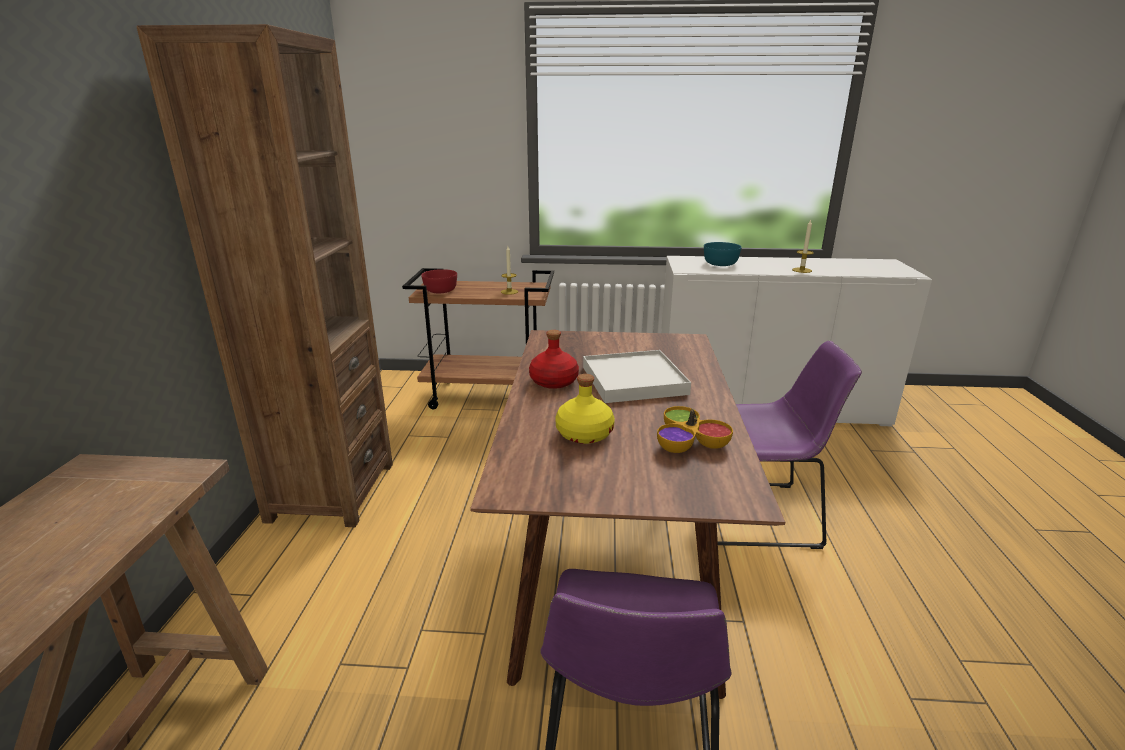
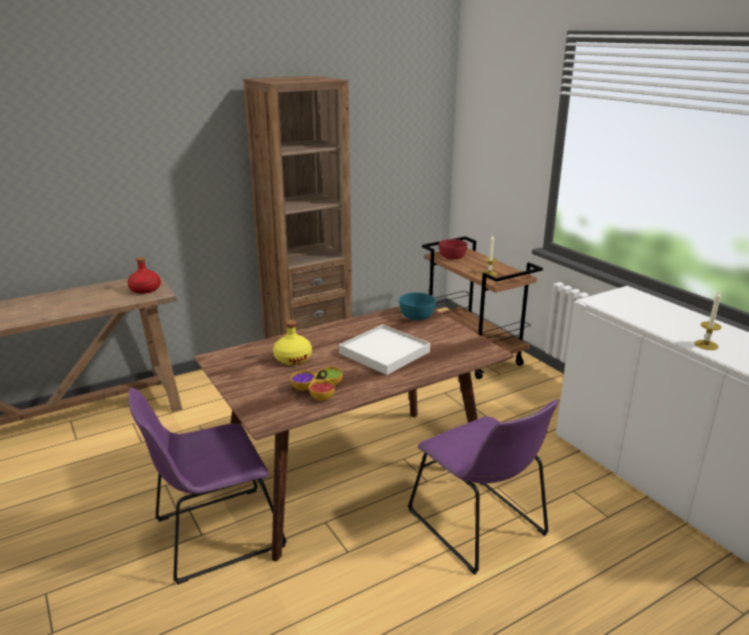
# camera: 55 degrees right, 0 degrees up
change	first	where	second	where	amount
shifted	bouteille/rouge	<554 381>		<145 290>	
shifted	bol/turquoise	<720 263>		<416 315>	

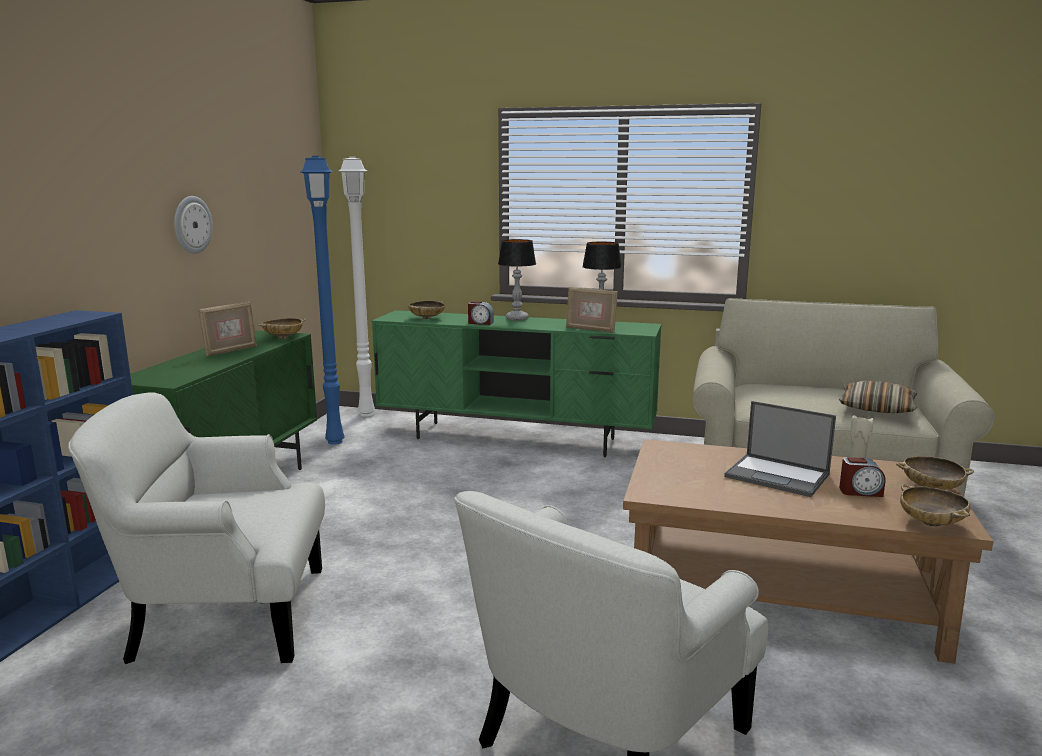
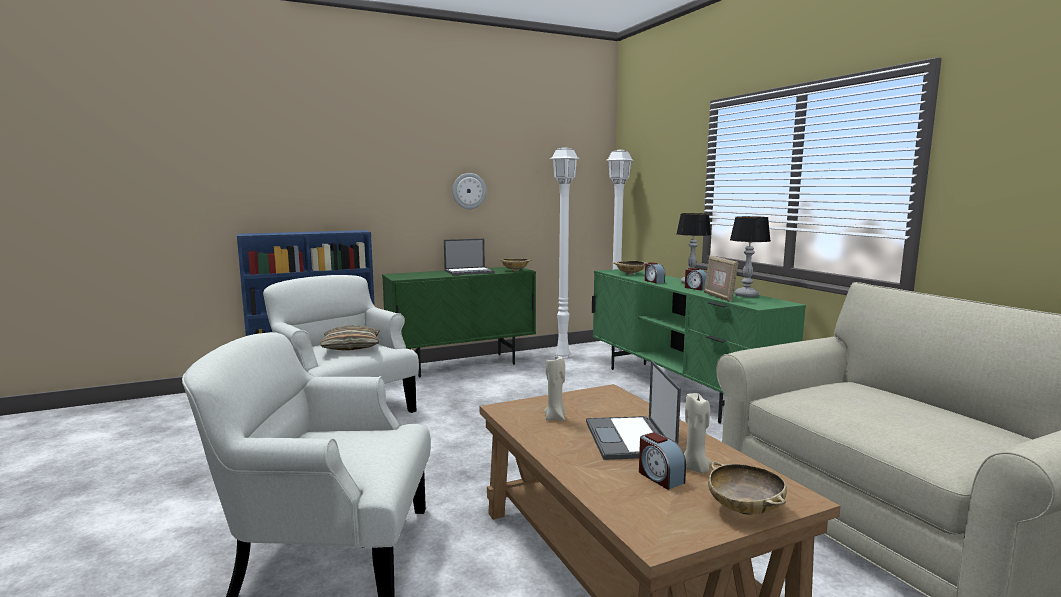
# camera: 50 degrees right, 5 degrees down
change	first	where	second	where	amount
gone	bol/beige	<931 523>			
new			bougie/beige	<555 418>	
new			réveil	<695 288>	
shifted	coussin	<876 408>		<351 347>	
swapped	cadre photo	<230 351>	ordinateur portable	<469 272>	
repainted	lampadaire/bleu	<336 441>	lampadaire/blanc	<564 357>	

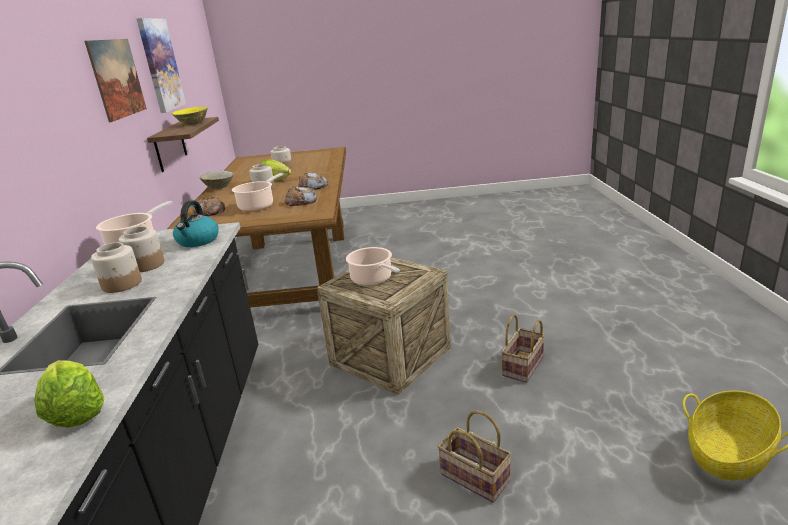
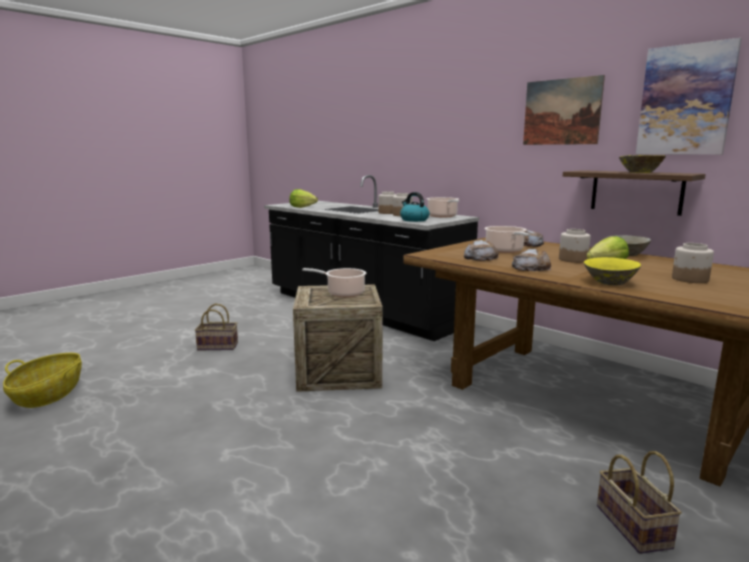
# camera: 135 degrees right, 10 degrees down
change	first	where	second	where	amount
new			bol/jaune	<609 283>	
shifted	panier	<523 367>		<630 525>	

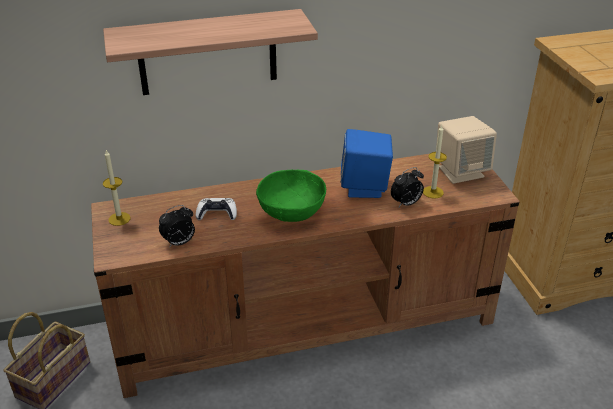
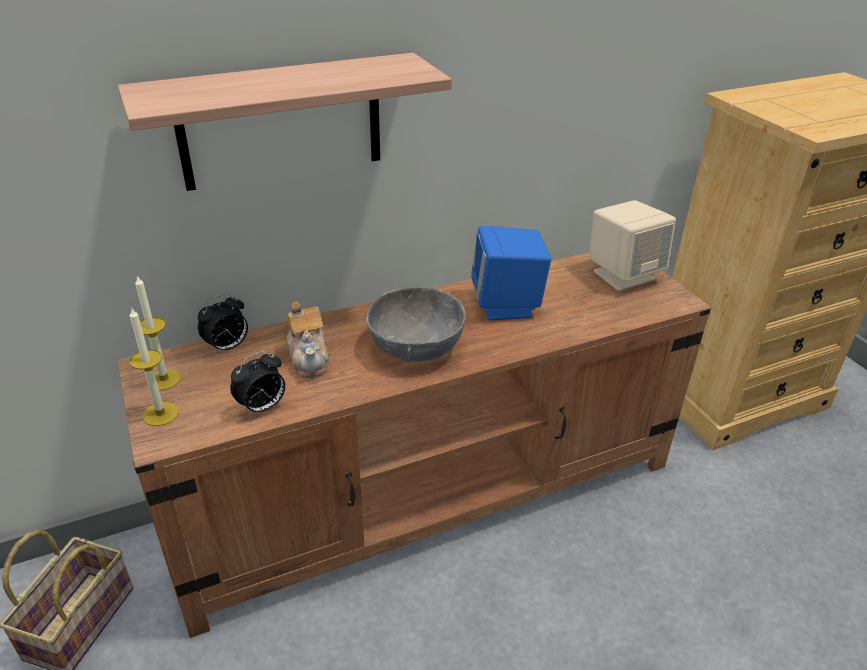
# camera: 10 degrees left, 0 degrees up
change	first	where	second	where	amount
shifted	réveil	<406 204>		<227 347>	
shifted	bougie	<433 192>		<160 414>	
swapped	manette/blanc	<217 213>	théière	<309 358>	
repainted	bol/vert	<292 211>	bol/gris	<416 346>	

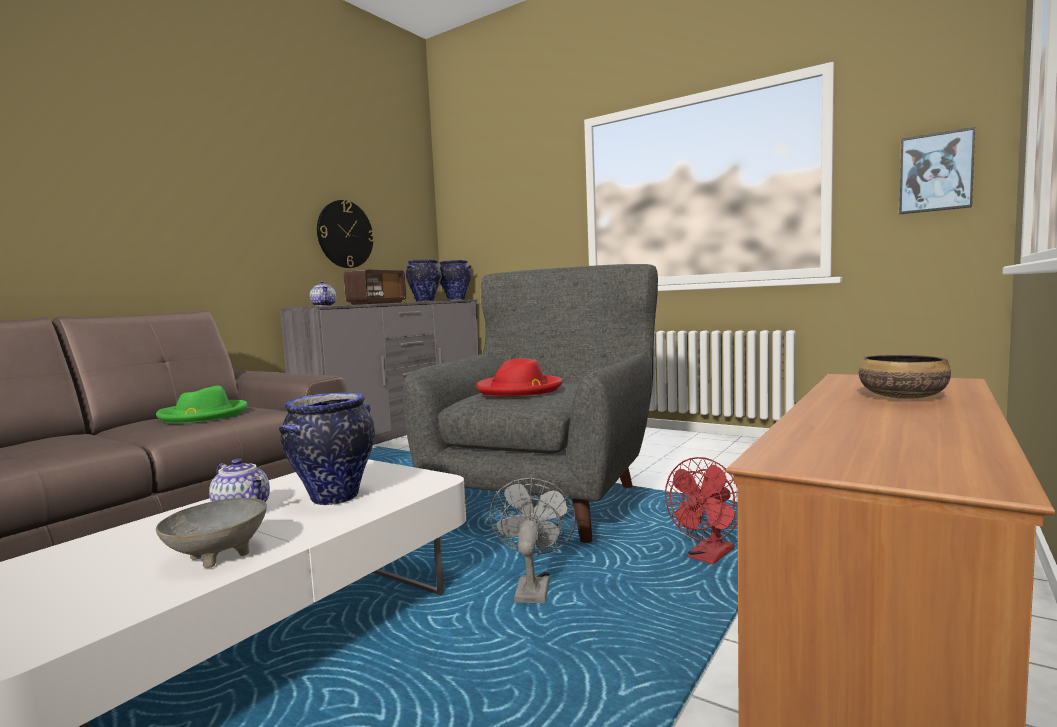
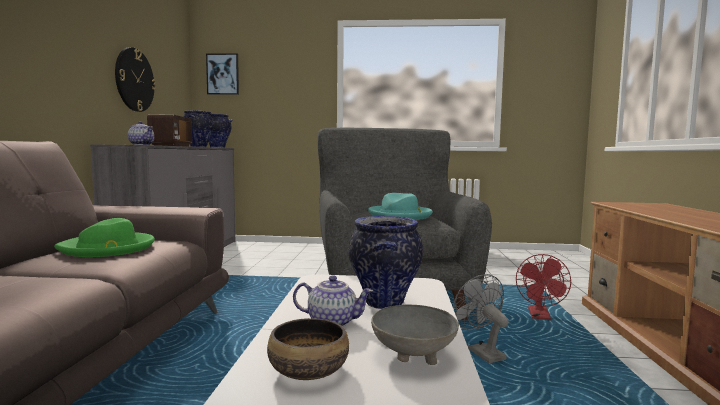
# camera: 30 degrees left, 0 degrees up
change	first	where	second	where	amount
shifted	bol	<901 397>		<307 371>	
shifted	tableau	<935 172>		<223 74>	
repainted	chapeau/rouge	<519 389>	chapeau/turquoise	<400 215>	

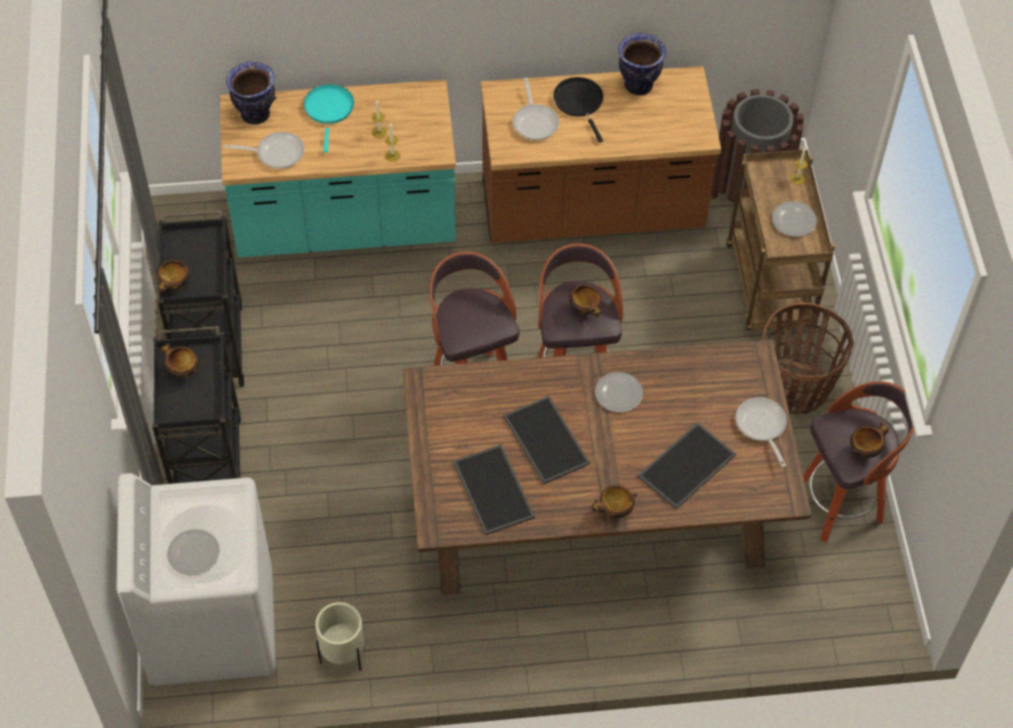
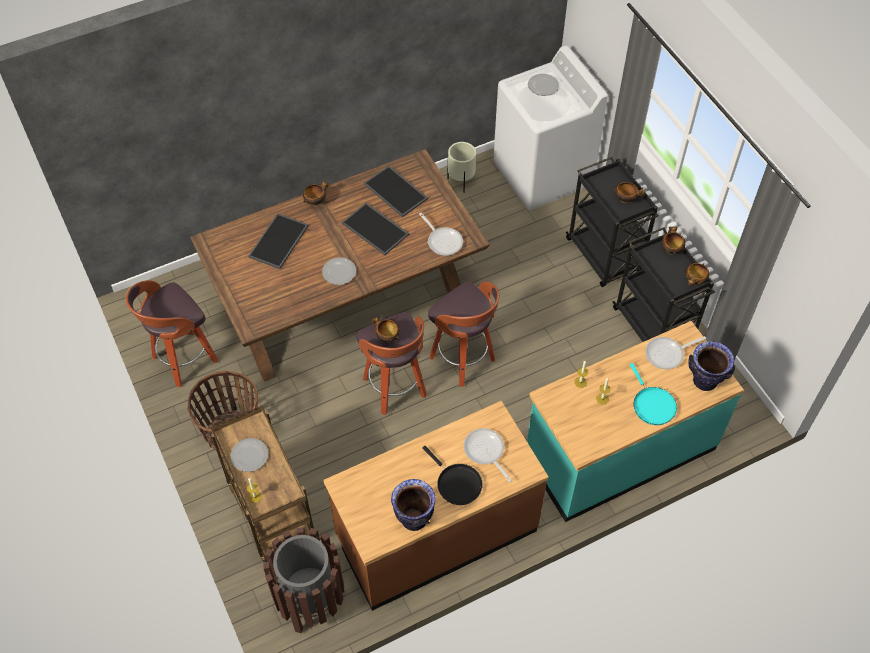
# camera: 160 degrees right, 0 degrees up
change	first	where	second	where	amount
shifted	poêle	<761 427>		<443 241>	
shifted	bol	<865 450>		<694 282>	

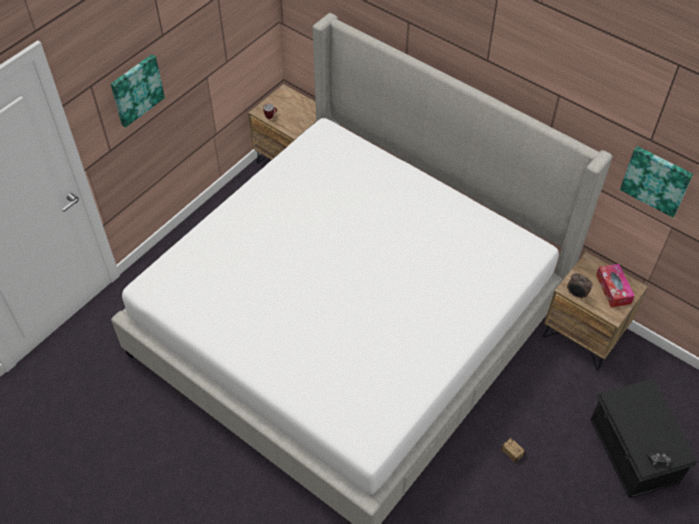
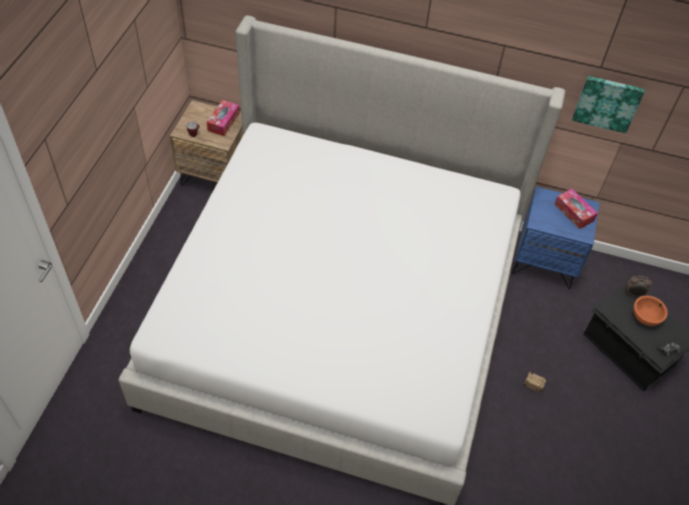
# camera: 25 degrees left, 0 degrees up
change	first	where	second	where	amount
gone	tableau	<136 89>			
new			boîte à mouchoirs	<223 122>	
new			bol/orange	<645 317>	
shifted	réveil	<576 294>		<633 294>	
repainted	table de chevet/marron	<584 334>	table de chevet/bleu	<544 261>	

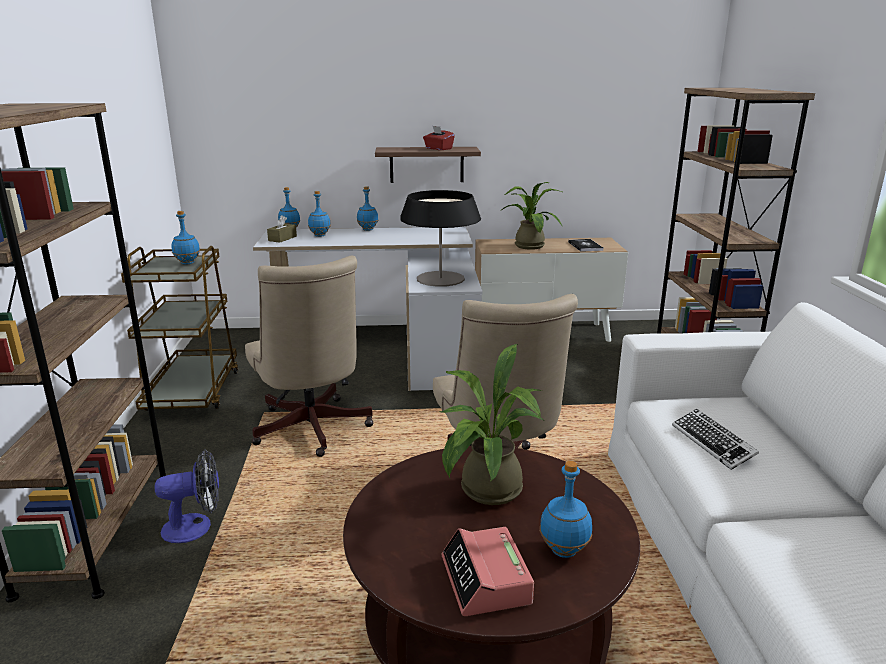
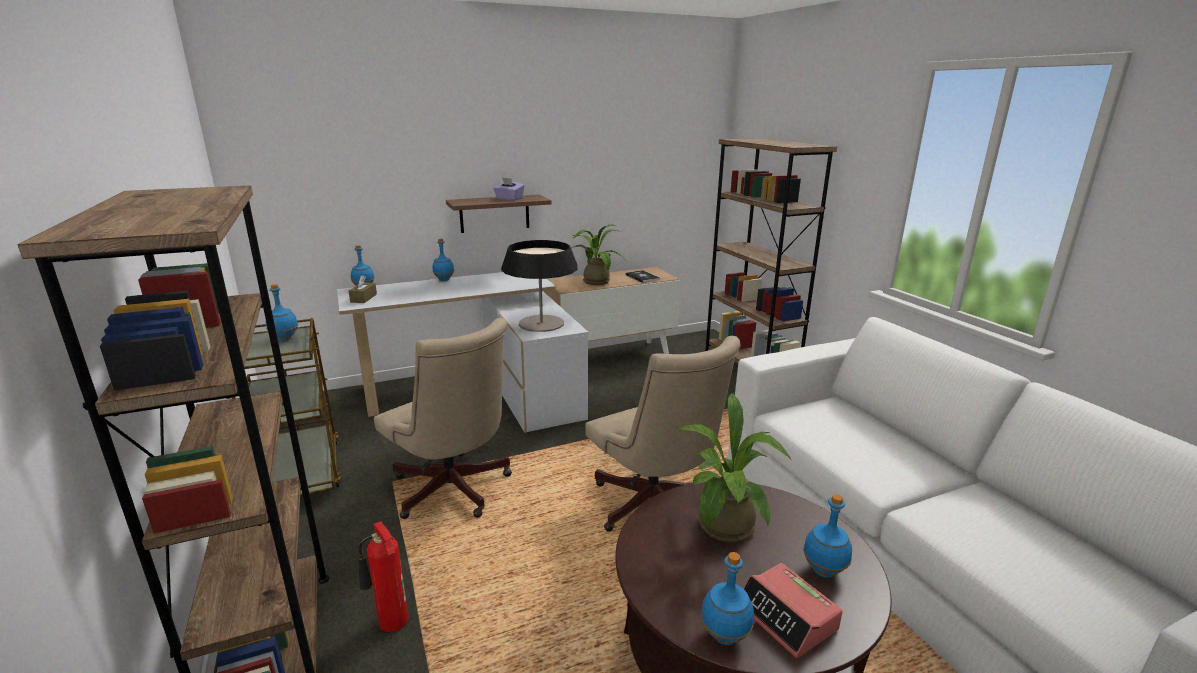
# camera: 20 degrees left, 0 degrees up
change	first	where	second	where	amount
gone	clavier	<712 443>			
shifted	bouteille/bleu	<319 235>		<724 636>	
swapped	ventilateur	<196 526>	extincteur	<391 624>	
repainted	boîte à mouchoirs/rouge	<438 149>	boîte à mouchoirs/violet	<509 199>	

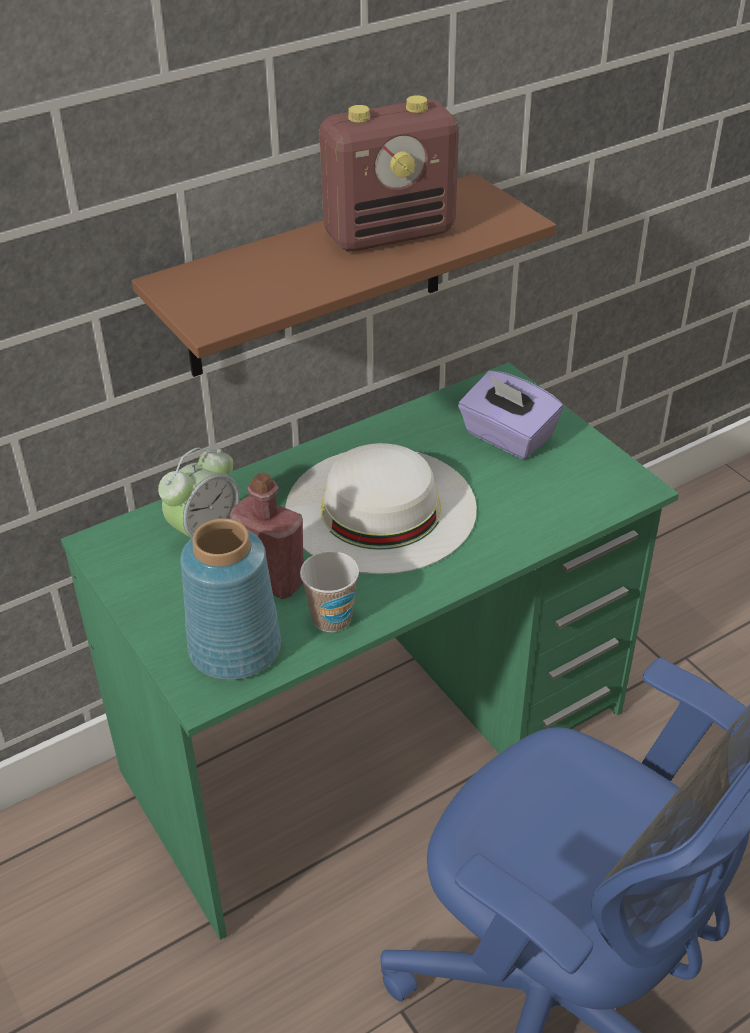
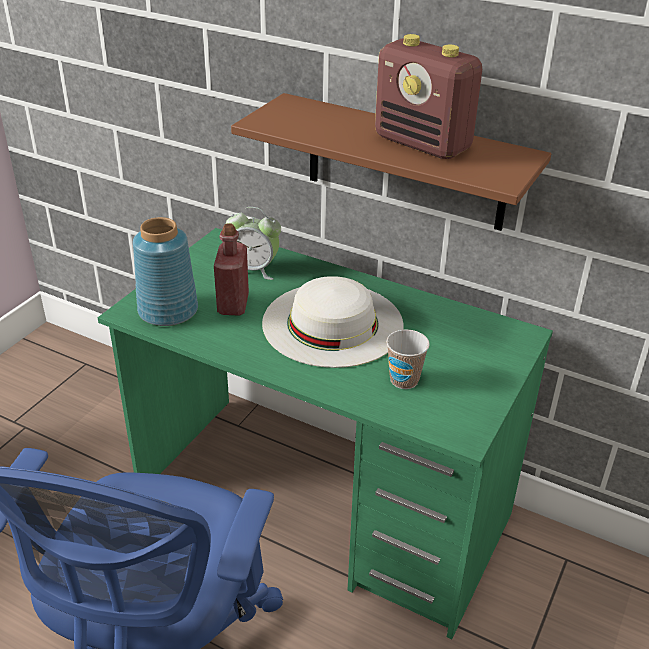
# camera: 60 degrees right, 5 degrees down
change	first	where	second	where	amount
gone	boîte à mouchoirs/violet	<507 437>			
shifted	tasse	<331 618>		<404 380>	

